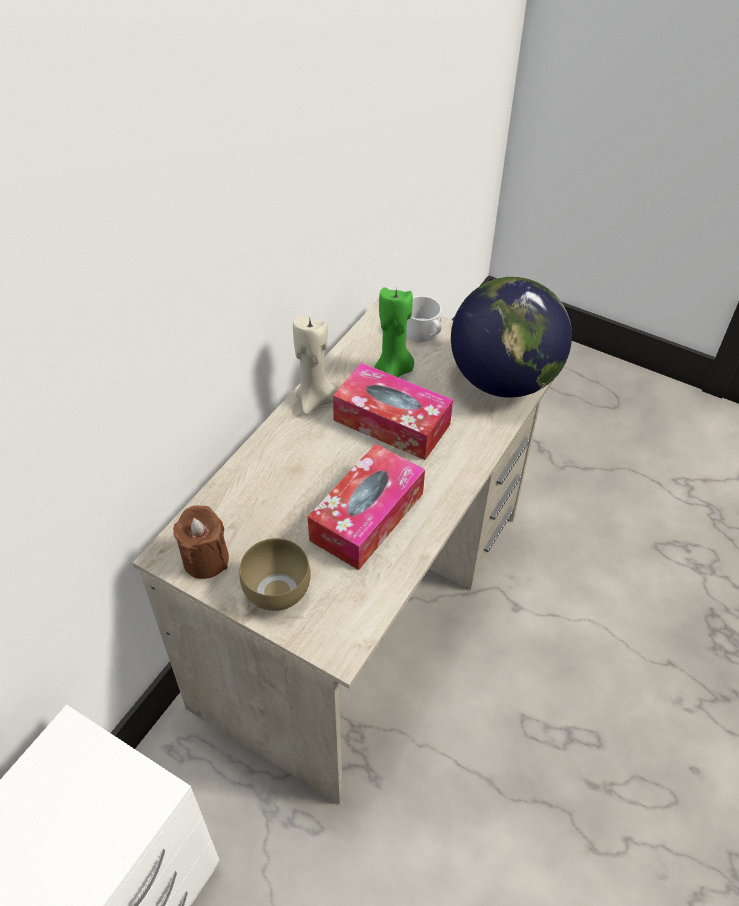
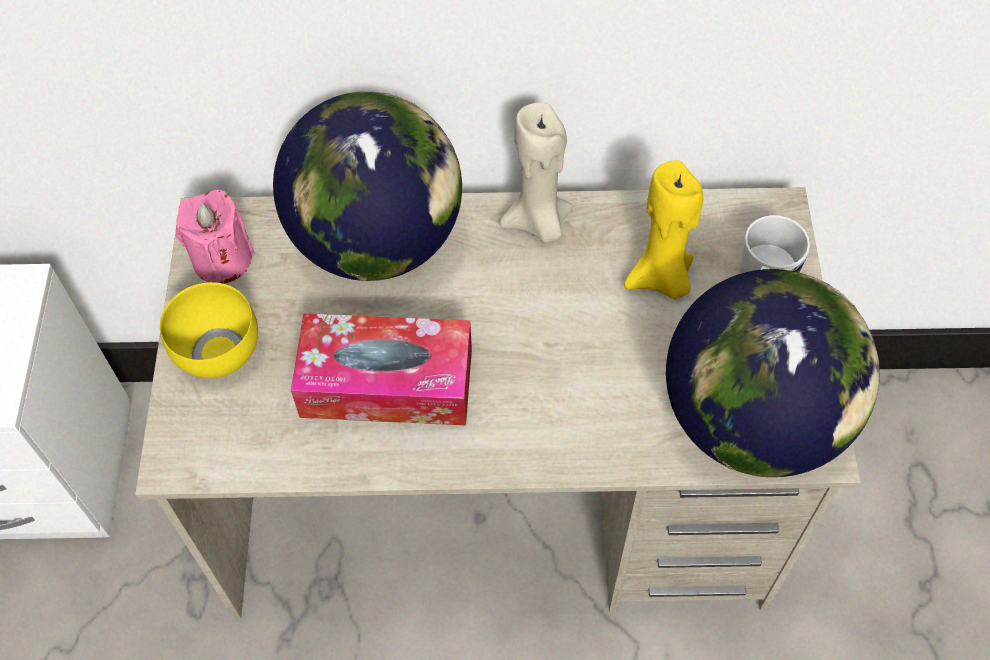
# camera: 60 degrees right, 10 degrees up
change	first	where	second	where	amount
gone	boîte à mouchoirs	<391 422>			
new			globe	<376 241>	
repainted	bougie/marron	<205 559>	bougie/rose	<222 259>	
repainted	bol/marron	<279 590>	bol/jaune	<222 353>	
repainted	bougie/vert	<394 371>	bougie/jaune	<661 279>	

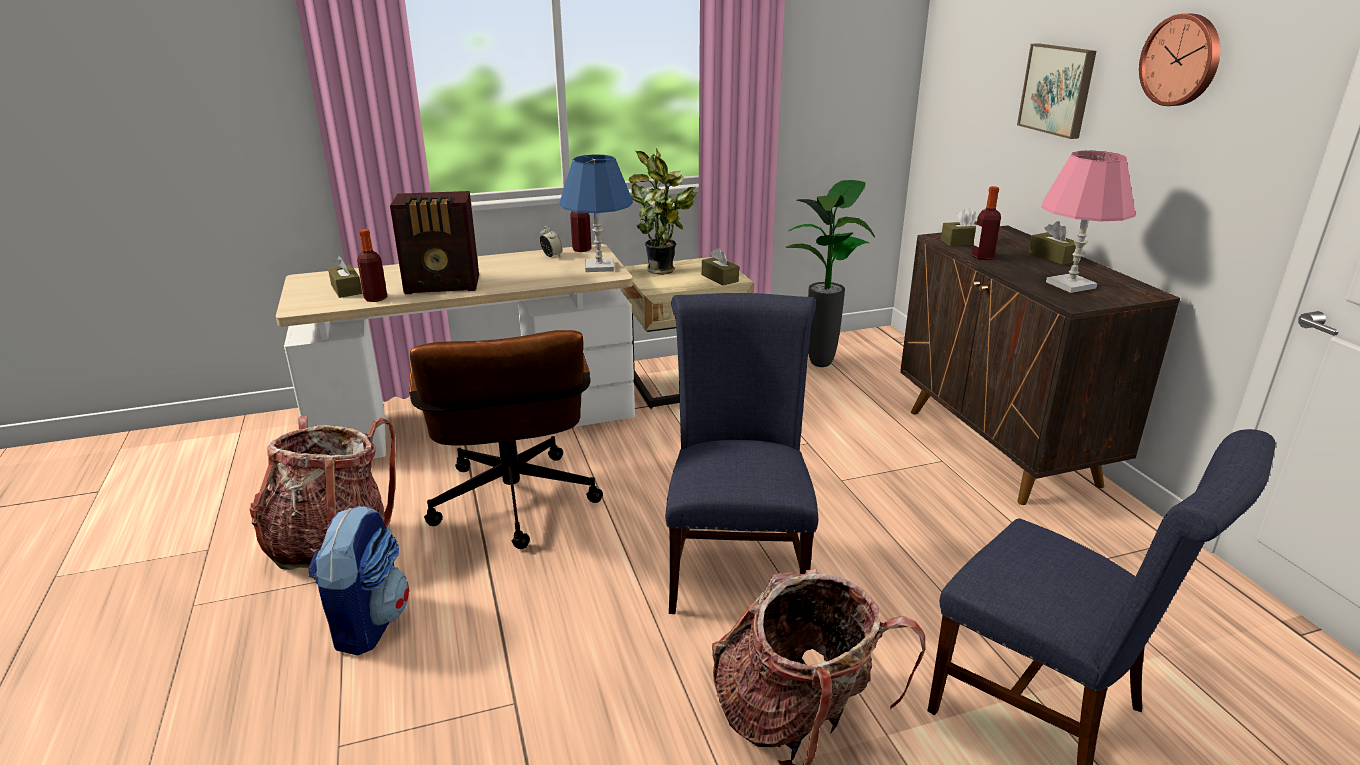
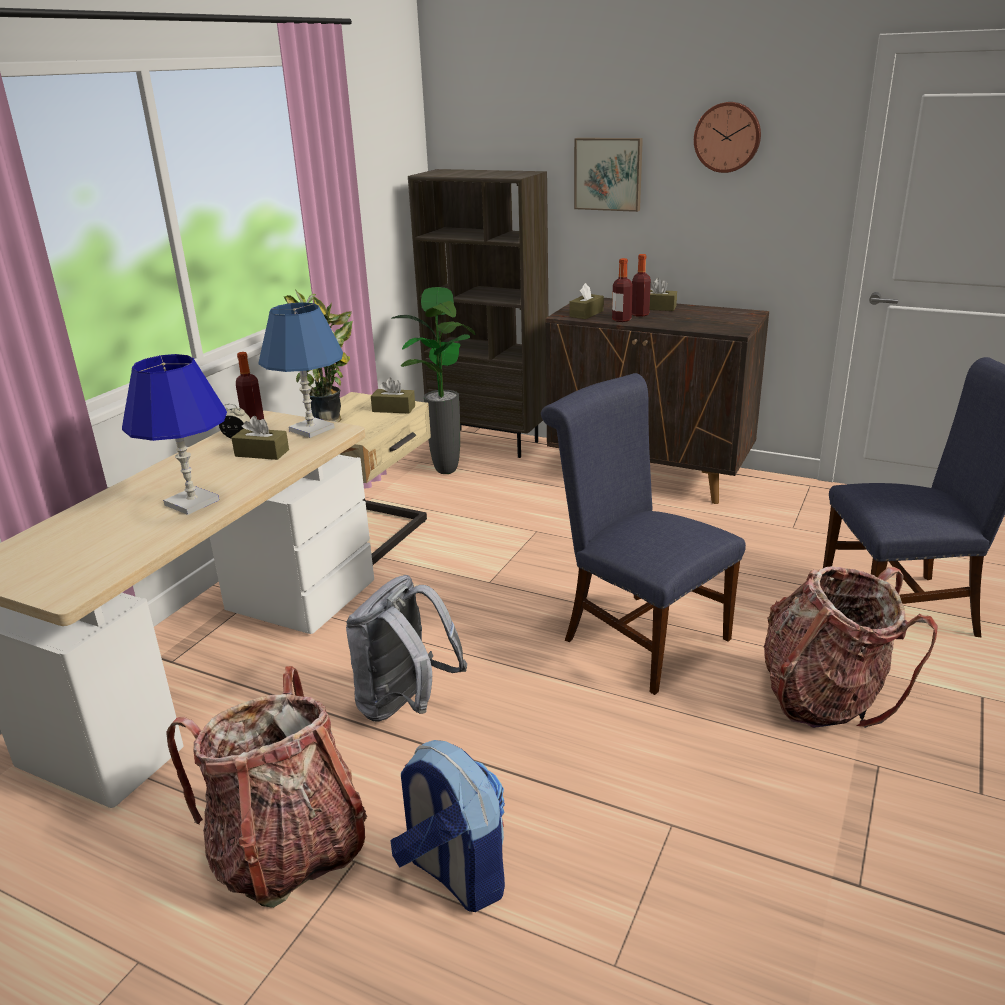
# camera: 45 degrees left, 0 degrees up
change	first	where	second	where	amount
gone	lampe de table/rose	<1071 285>			
new			bibliothèque/marron	<490 442>	
shifted	boîte à mouchoirs/marron	<346 289>		<262 453>	
shifted	bouteille	<376 298>		<640 314>	
swapped	radio	<444 285>	lampe de table/bleu	<192 502>	
swapped	chaise de bureau/marron	<514 508>	sac à dos/gris	<405 705>	

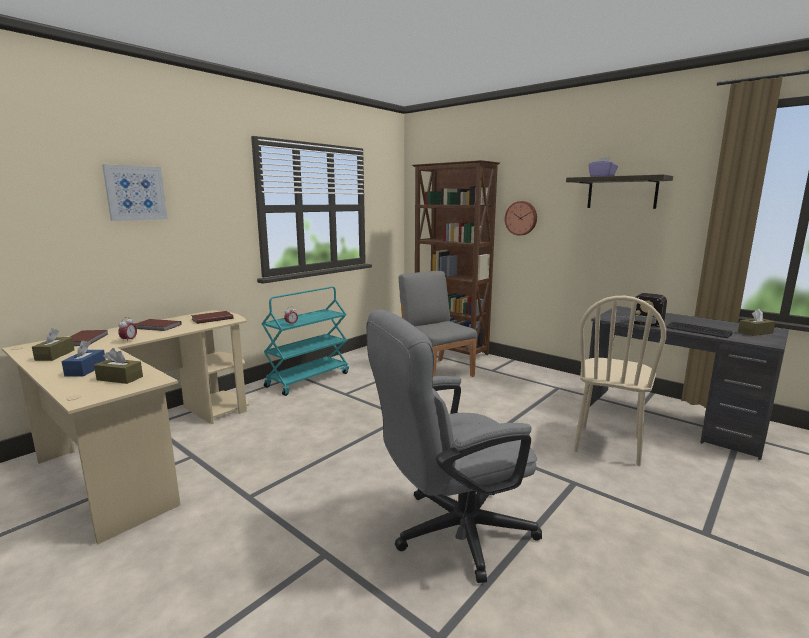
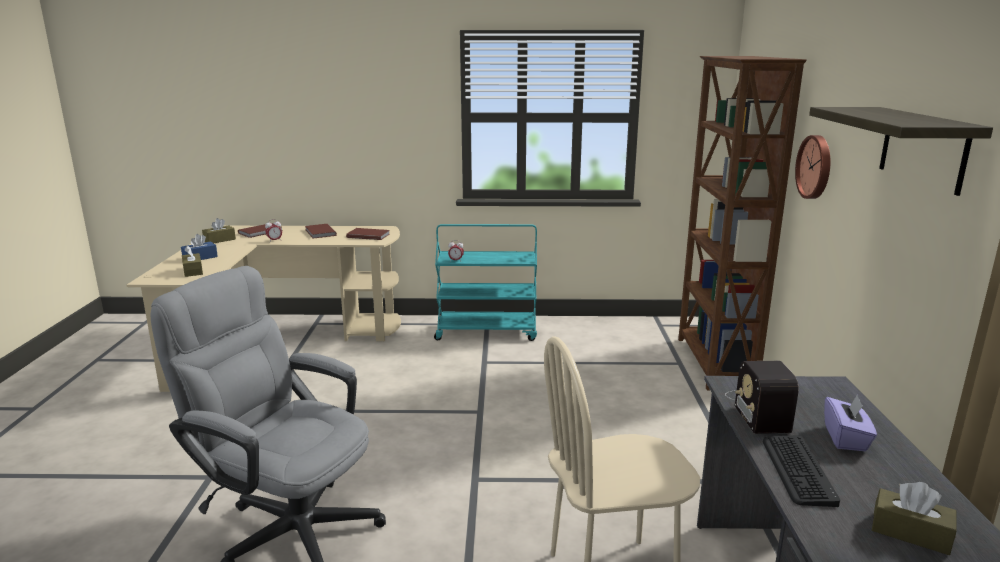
# camera: 50 degrees right, 5 degrees up
change	first	where	second	where	amount
gone	tableau	<135 193>			
gone	chaise/gris	<436 371>			
shifted	boîte à mouchoirs/violet	<602 176>		<846 438>	

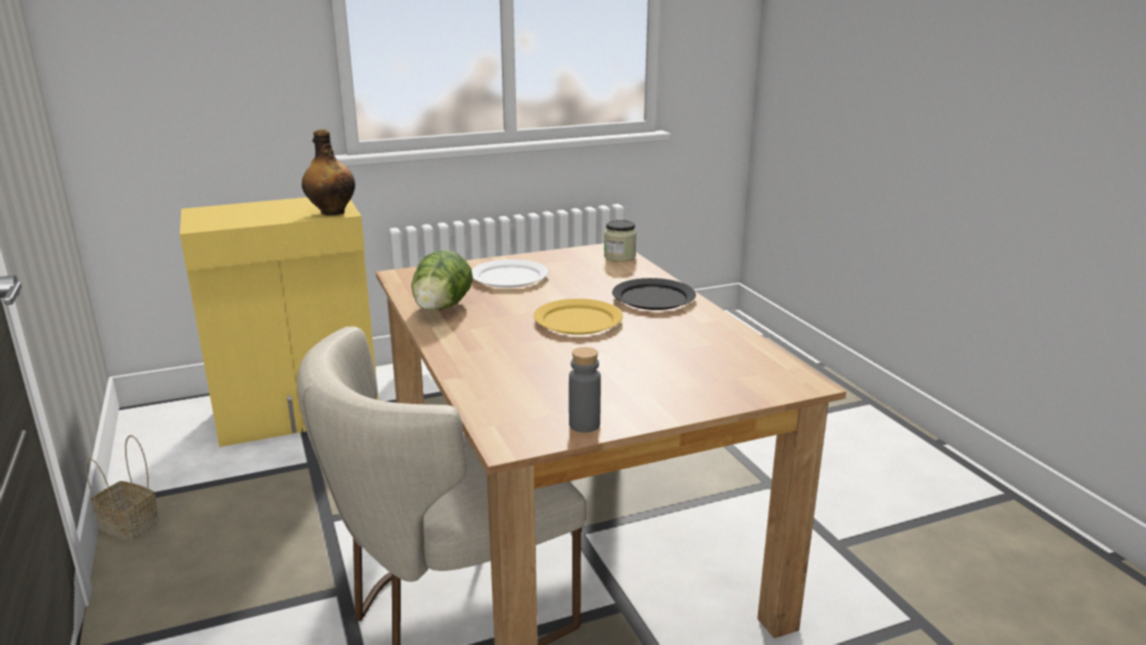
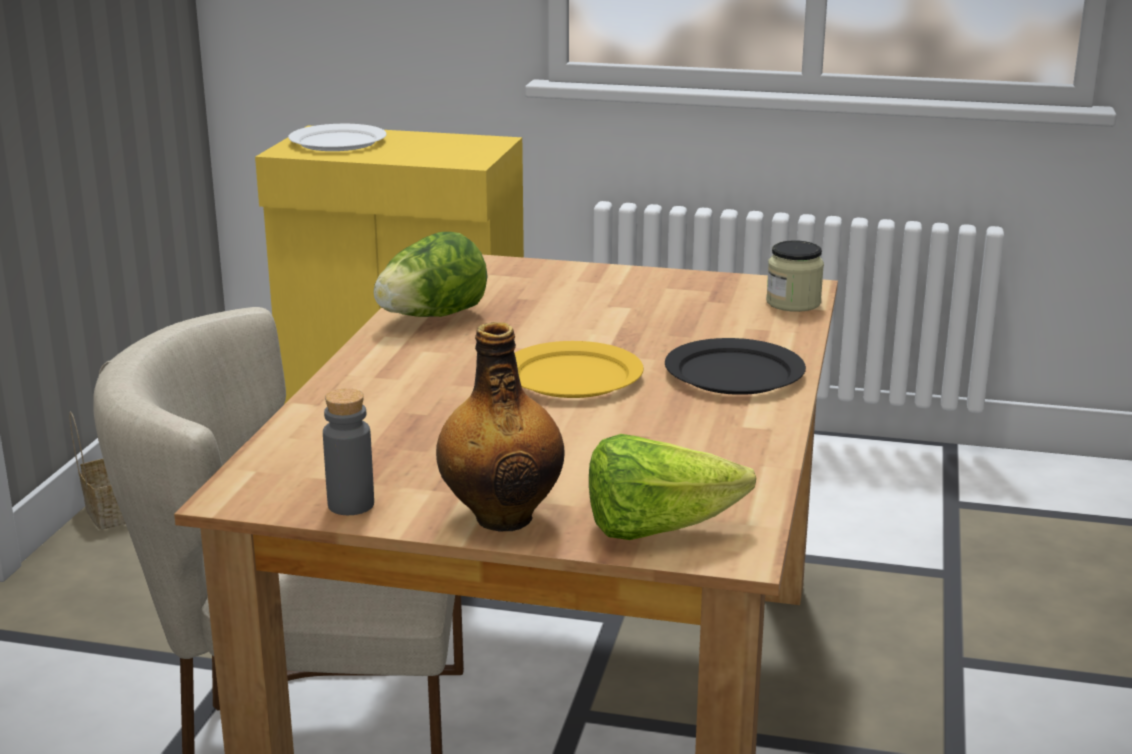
# camera: 35 degrees right, 0 degrees up
change	first	where	second	where	amount
new			laitue	<657 529>	
shifted	bouteille	<332 212>		<502 516>	
shifted	assiette/blanc	<510 277>		<338 142>	

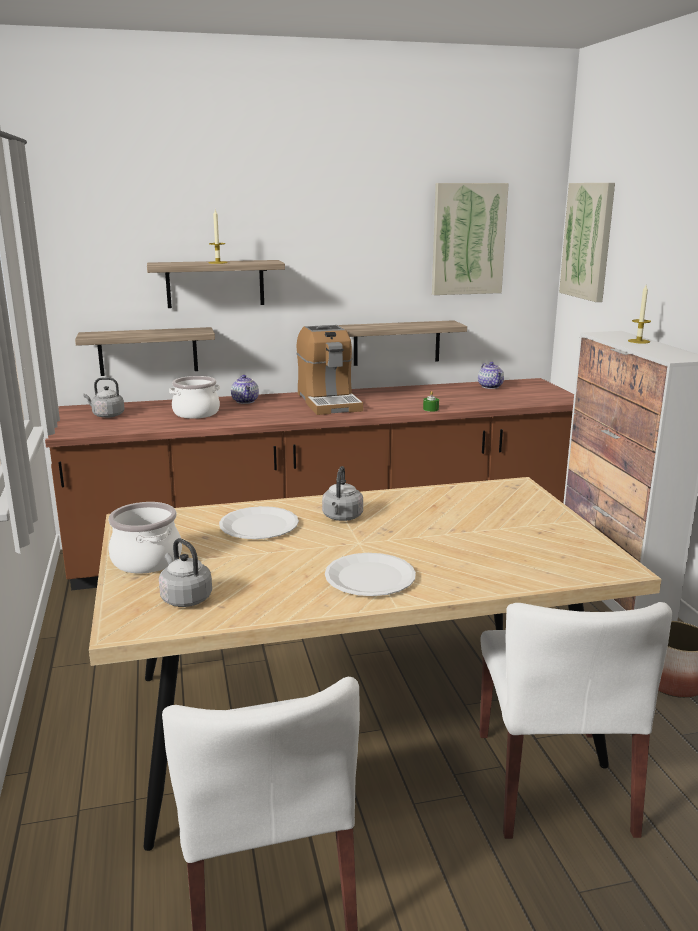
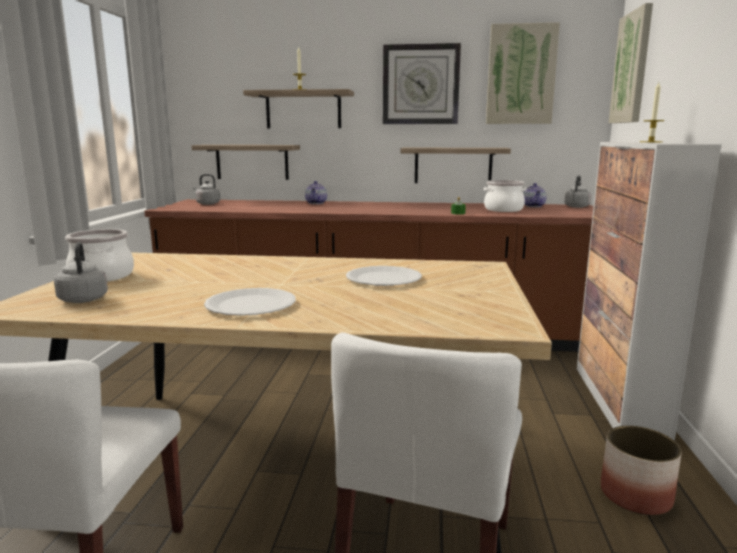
# camera: 20 degrees right, 5 degrees down
change	first	where	second	where	amount
gone	machine à café	<328 402>			
new			horloge murale	<420 85>	
shifted	marmite	<196 413>		<503 209>	
shifted	assiette/blanc	<259 525>		<384 278>	
shifted	bouilloire/gris	<342 517>		<576 207>	

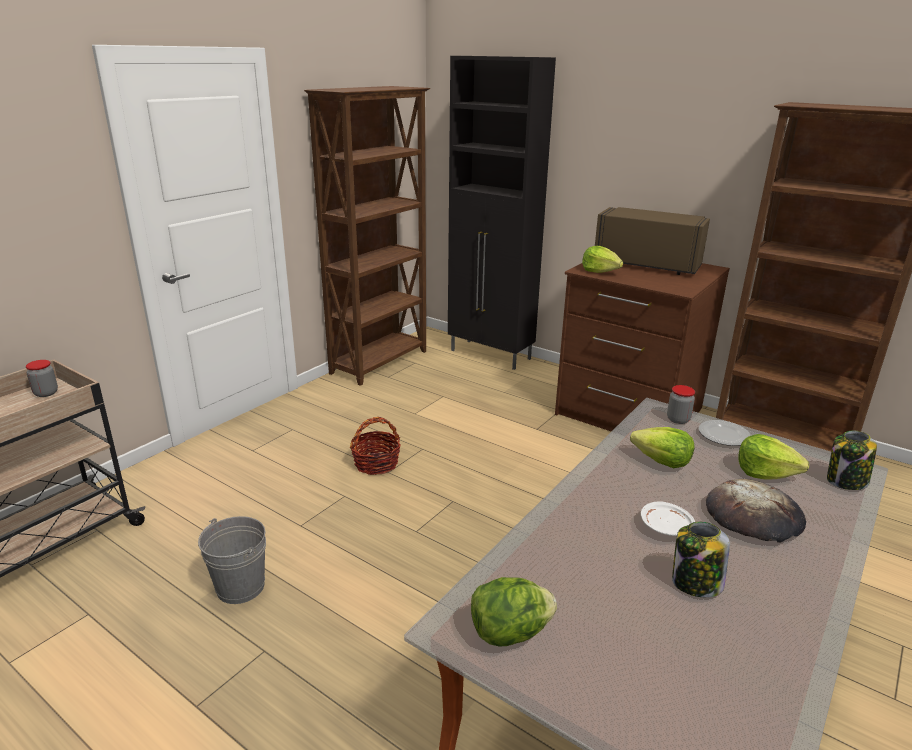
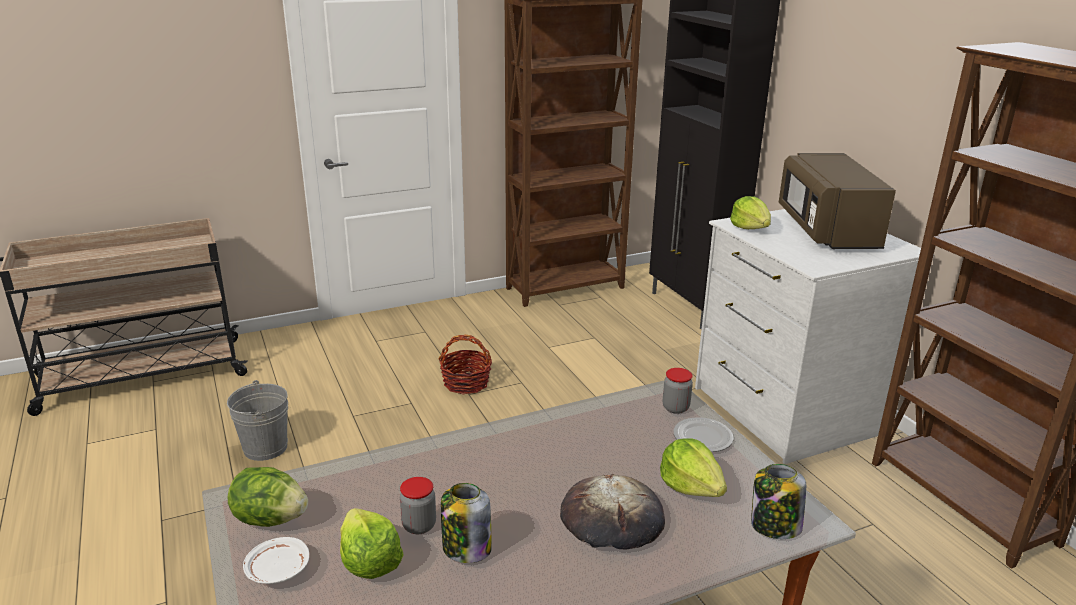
# camera: 30 degrees right, 0 degrees up
change	first	where	second	where	amount
shifted	bocal	<46 393>		<419 525>	
shifted	laitue	<662 461>		<369 561>	
shifted	assiette/blanc	<666 527>		<277 570>	
repainted	commode/marron	<628 412>	commode/blanc	<786 410>	
rotated	micro-ondes/marron	<647 264>		<826 230>	150 degrees counterclockwise

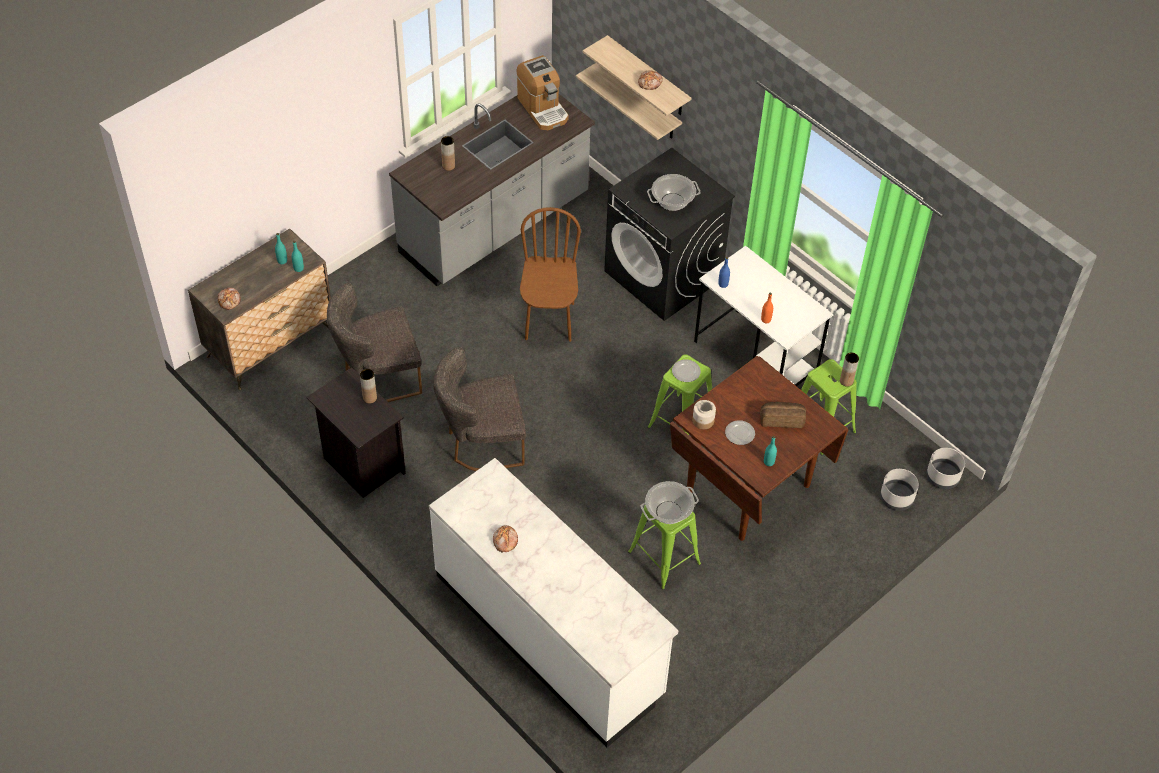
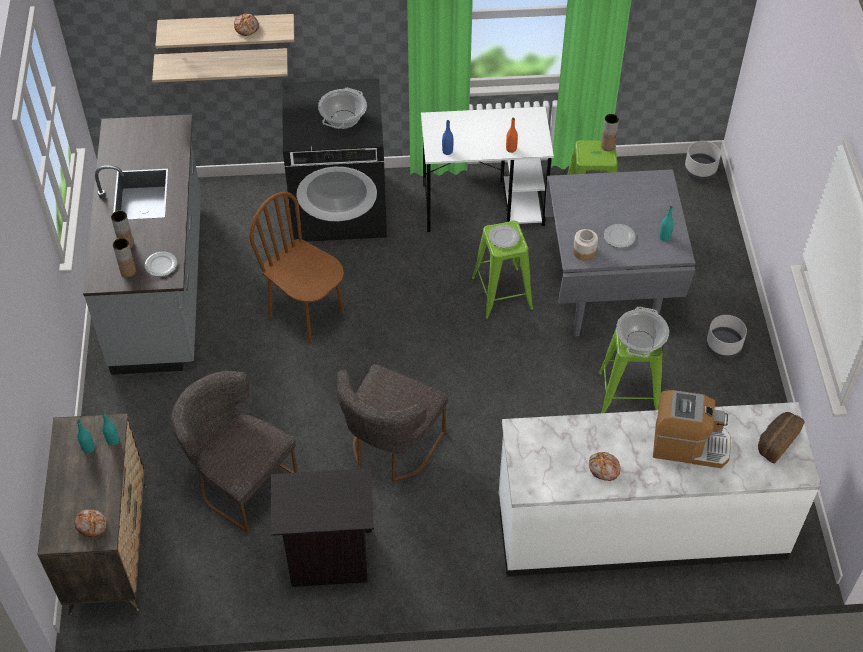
# camera: 50 degrees left, 0 degrees up
change	first	where	second	where	amount
new			assiette	<161 265>	
shifted	vase/marron	<370 398>		<128 272>	
shifted	machine à café	<543 109>		<689 445>	
shifted	pain	<781 419>		<776 441>	
shifted	cache-pot/gris	<897 498>		<723 346>	
repainted	table à manger/marron	<749 489>	table à manger/gris	<608 293>	
rotated	chaise/gris	<378 376>		<239 482>	105 degrees clockwise

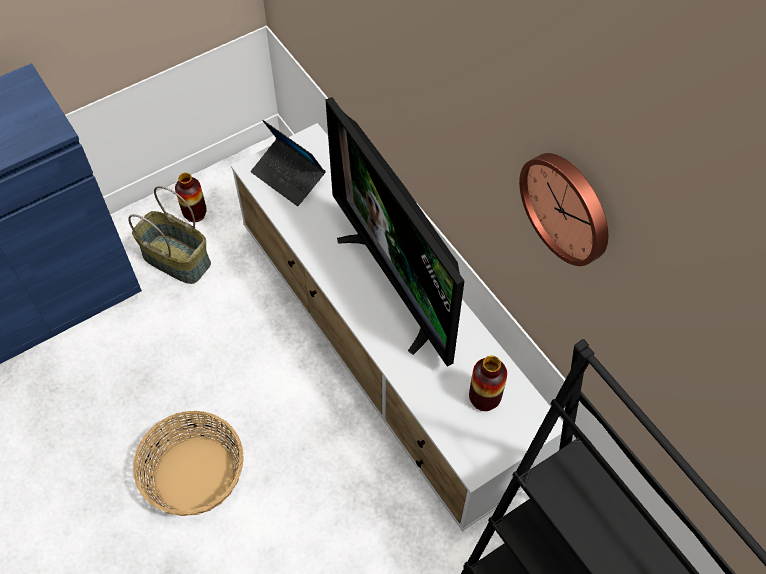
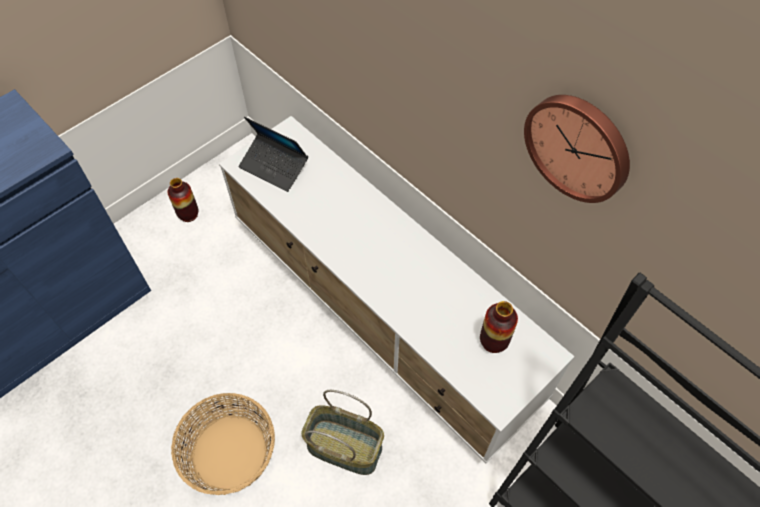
# camera: 10 degrees left, 0 degrees up
change	first	where	second	where	amount
gone	téléviseur	<398 283>			
shifted	panier	<177 259>		<345 446>	

